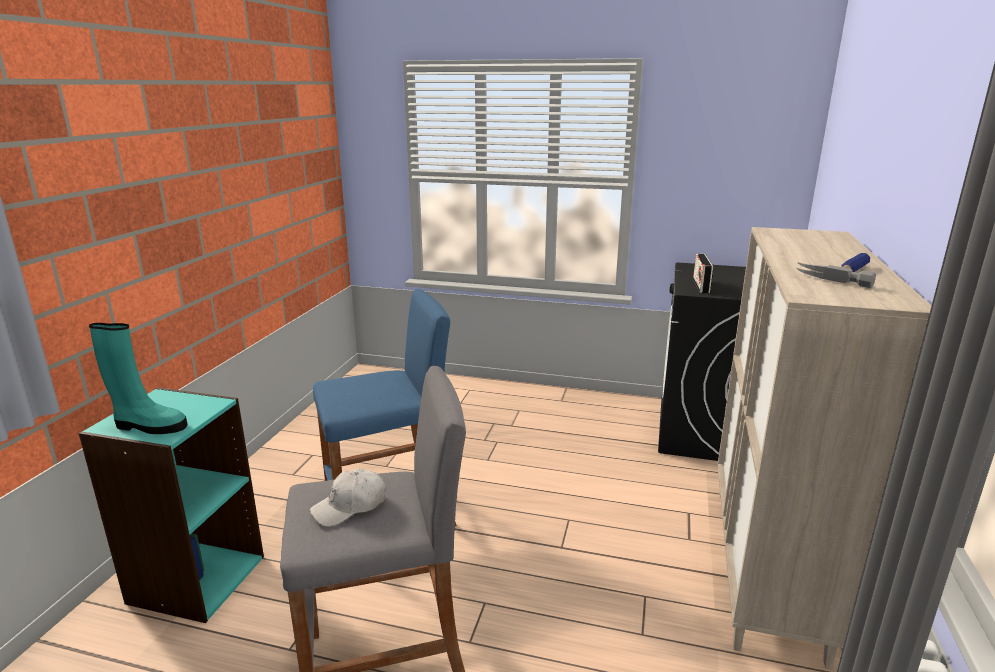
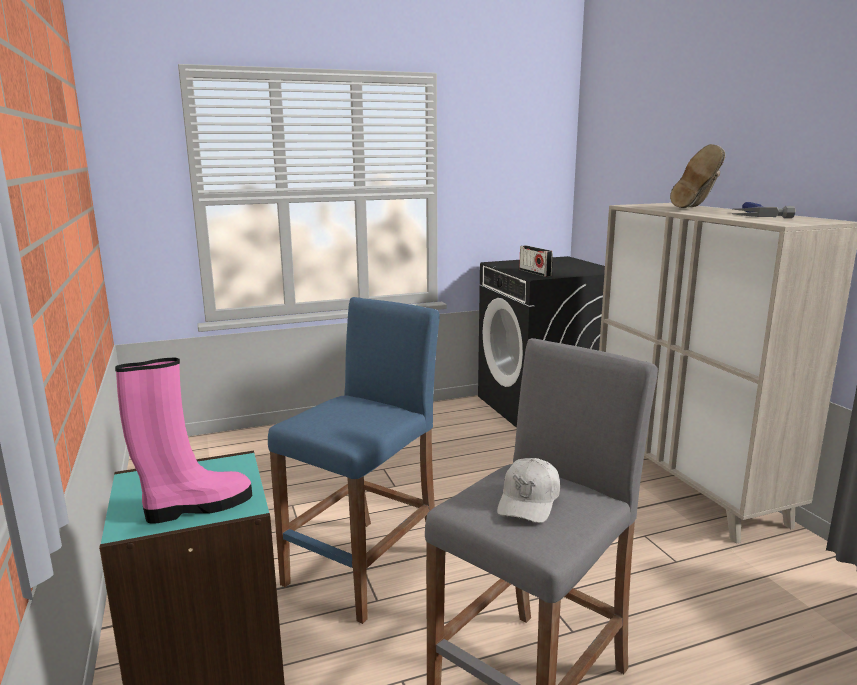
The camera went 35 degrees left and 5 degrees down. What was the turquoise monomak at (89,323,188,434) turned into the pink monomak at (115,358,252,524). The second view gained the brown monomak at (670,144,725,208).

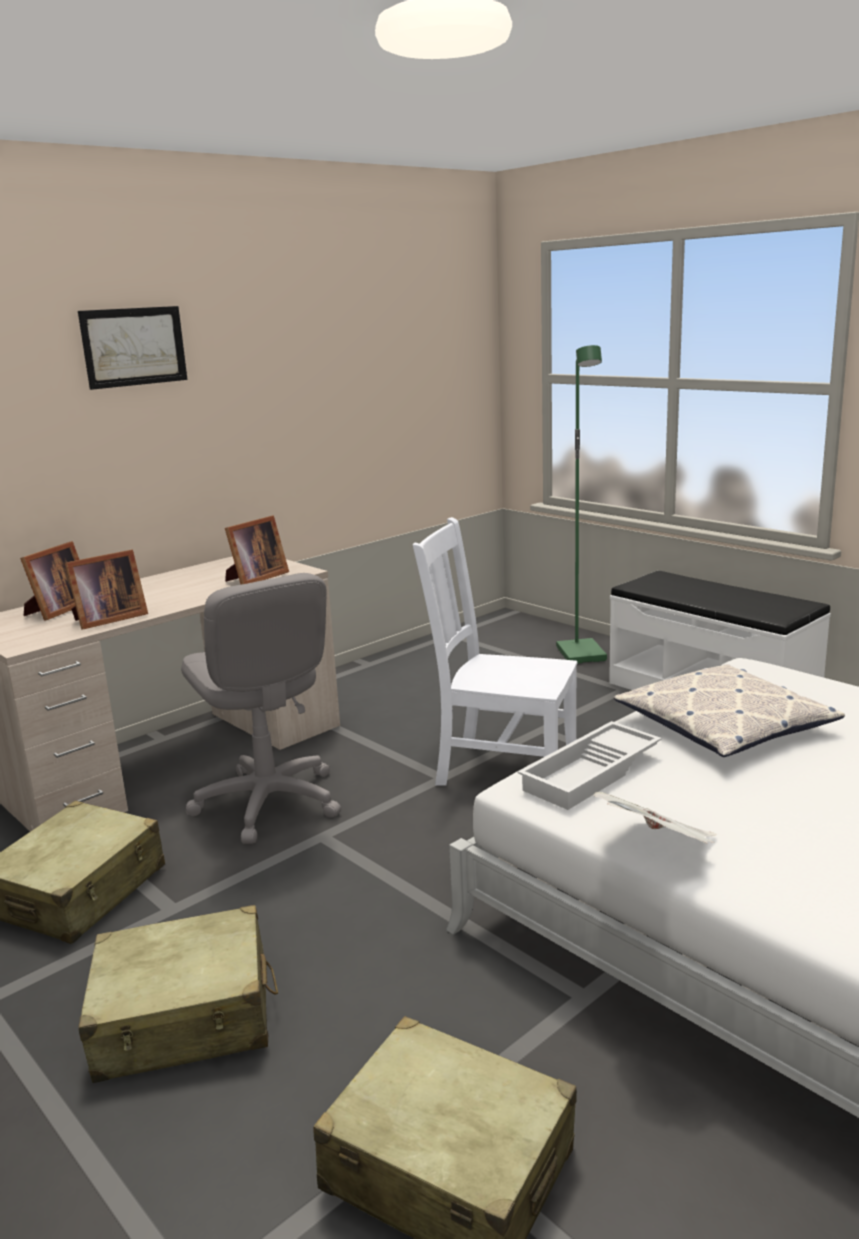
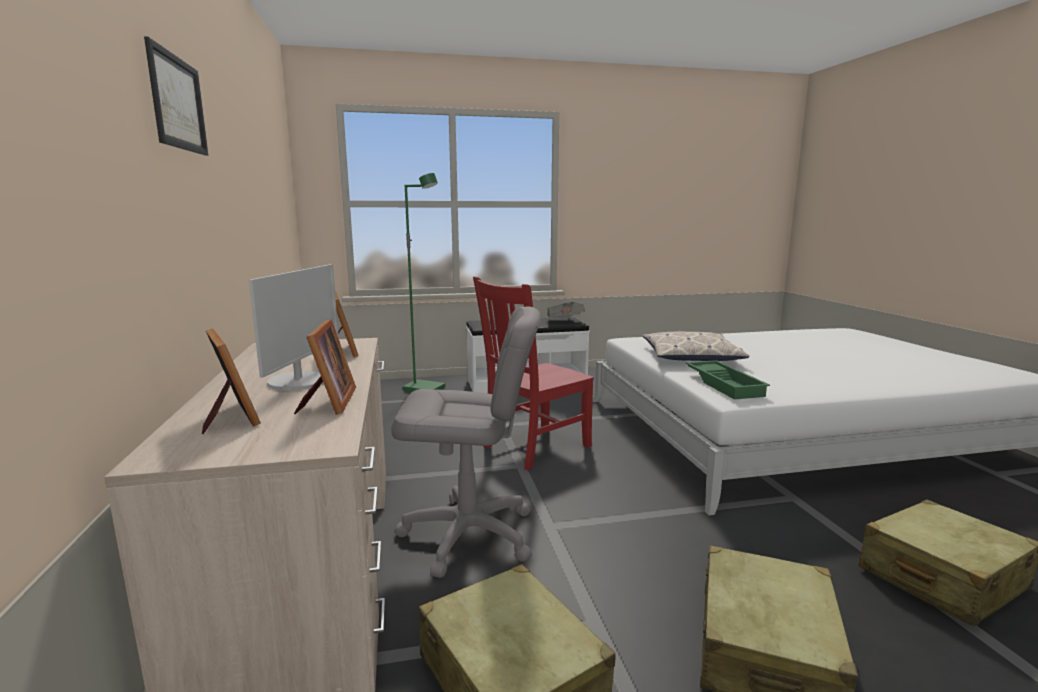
The camera went 60 degrees left and 5 degrees down. The second view gained the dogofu at (249,264,339,391). What was the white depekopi at (413,517,577,785) turned into the red depekopi at (473,277,594,470). The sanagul ended up elsewhere, having gone from (593,792,716,843) to (547,302,585,318). What was the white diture at (517,721,662,810) turned into the green diture at (686,360,770,399).

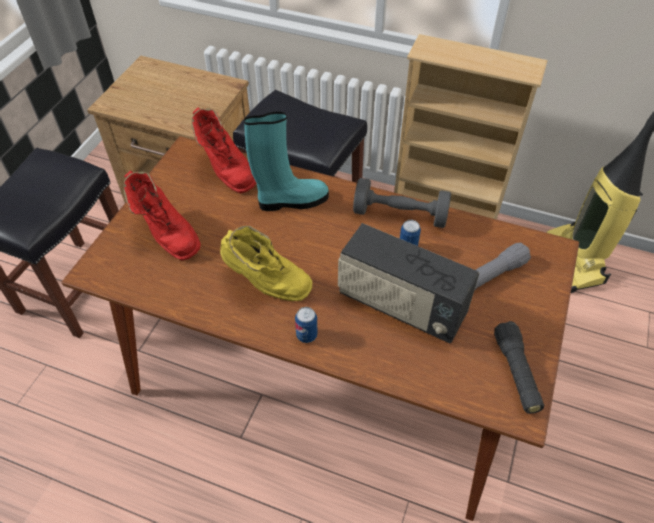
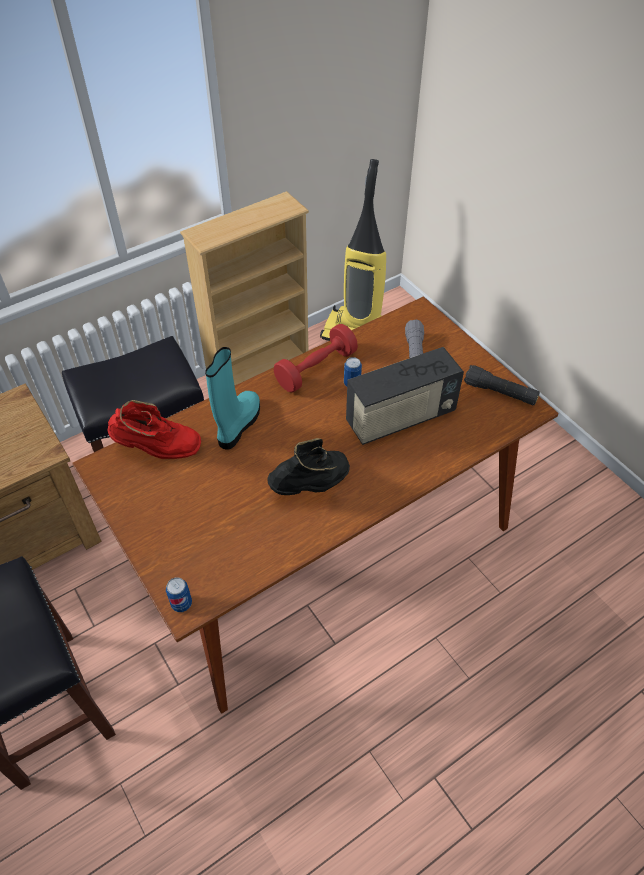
The camera went 55 degrees left and 0 degrees up. The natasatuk ended up elsewhere, having gone from (295,307,317,343) to (166,578,192,612). What was the yellow monomak at (220,226,312,301) turned into the black monomak at (267,438,350,495). What was the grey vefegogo at (353,178,451,228) turned into the red vefegogo at (274,324,358,393). The second view lost the red monomak at (124,170,201,261).

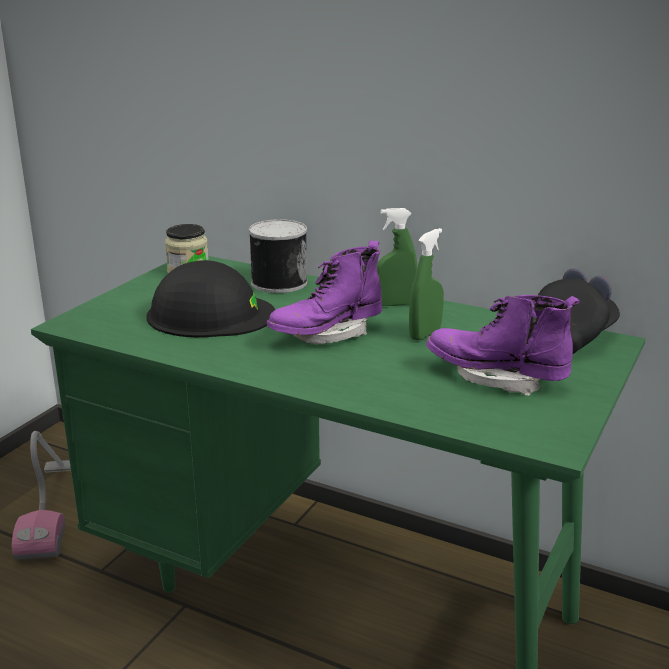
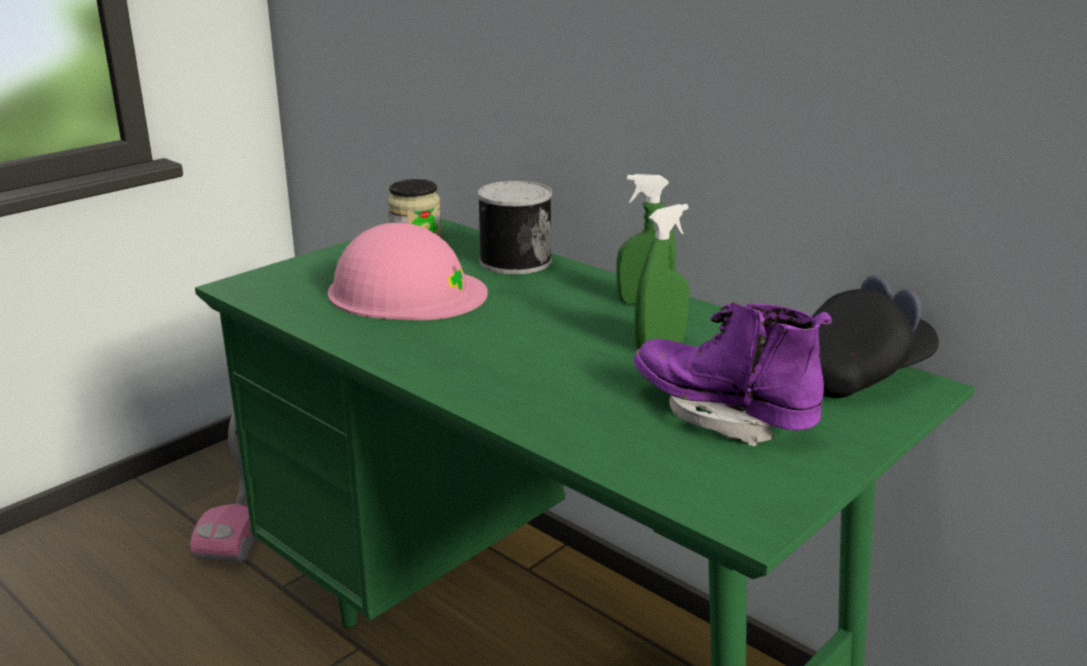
The camera went 15 degrees right and 0 degrees up. What was the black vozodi at (147,260,275,337) turned into the pink vozodi at (328,223,488,320). The second view lost the purple monomak at (267,241,382,344).

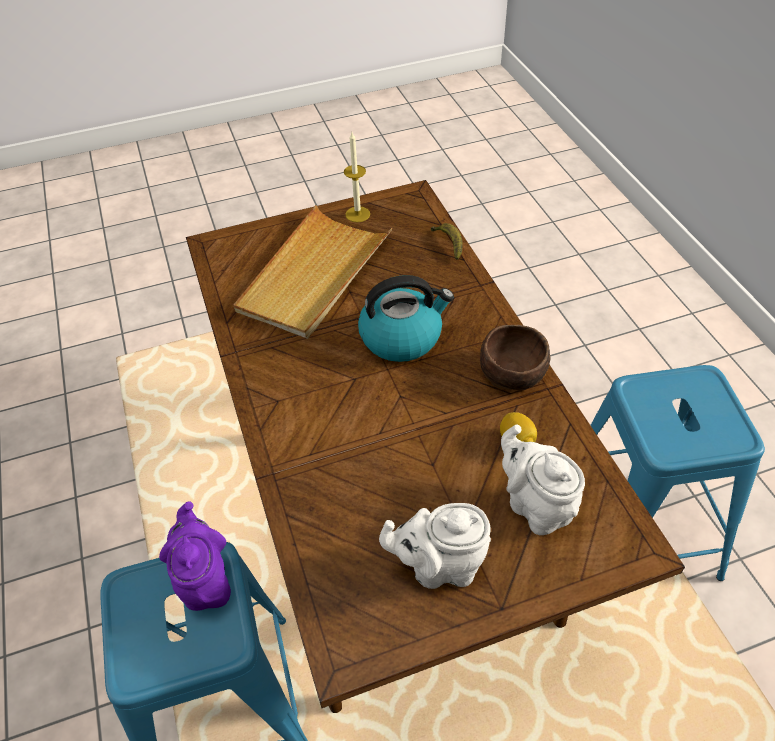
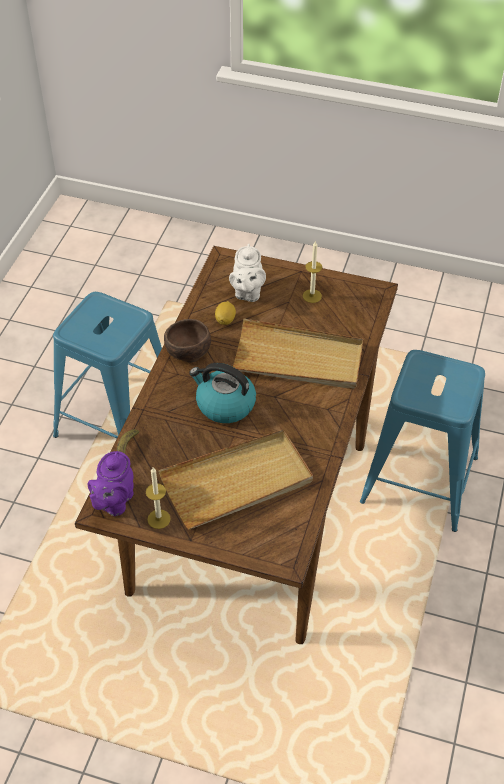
The camera went 145 degrees left and 0 degrees up. The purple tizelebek ended up elsewhere, having gone from (159,501,231,611) to (88,451,134,516). The second view gained the beige diture at (233,318,363,389). Where the white tizelebek stood at (379,503,491,589), the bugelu came to stand at (302,241,322,303).

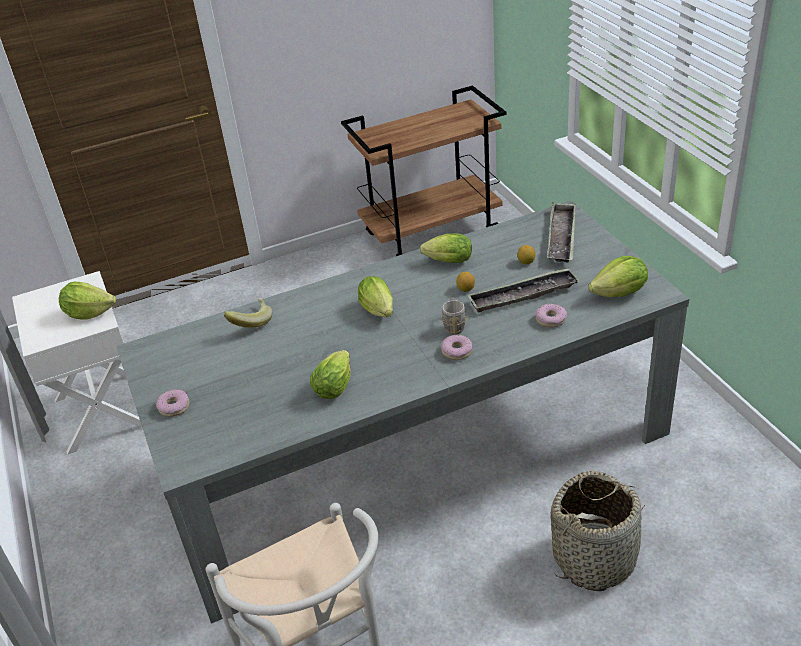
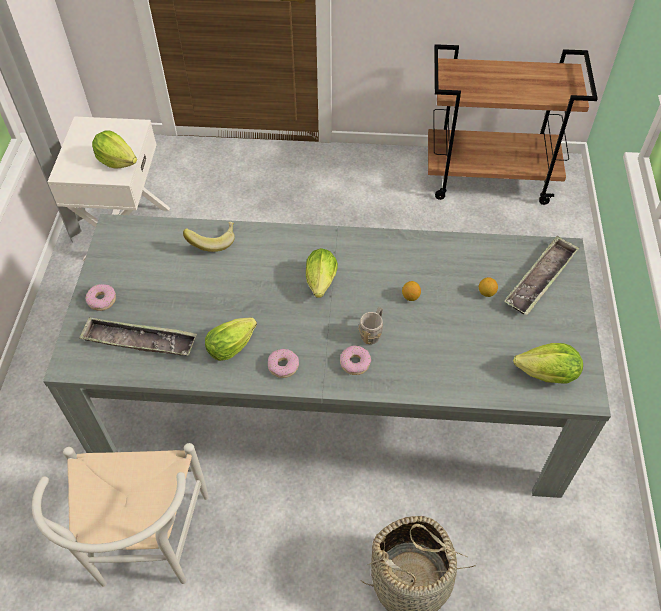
The camera went 25 degrees right and 15 degrees up. The diture ended up elsewhere, having gone from (467,268,580,313) to (79,317,197,356). The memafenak ended up elsewhere, having gone from (535,304,567,328) to (268,349,299,378). The second view lost the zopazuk at (420,234,472,263).

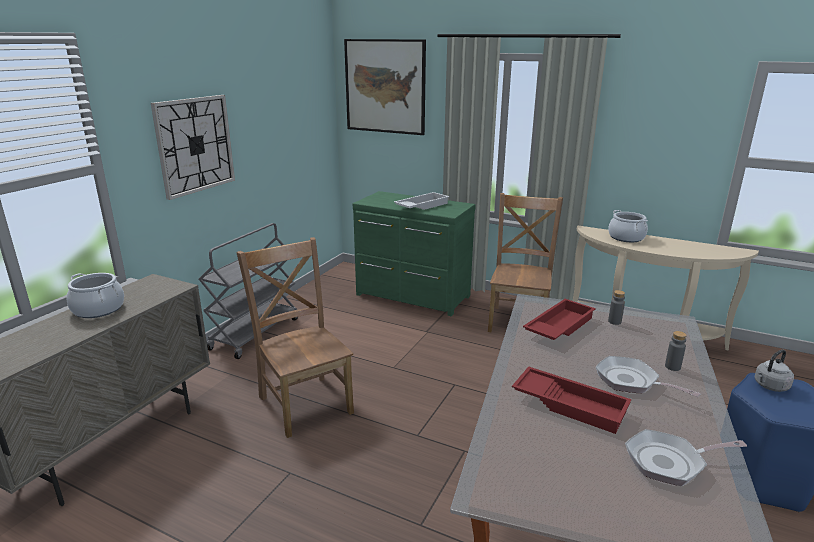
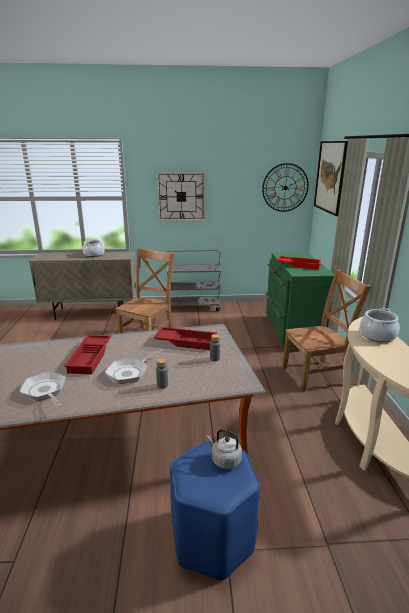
The camera went 60 degrees right and 0 degrees up. The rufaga at (595,356,700,397) ended up facing another way, 150 degrees counterclockwise from before. The second view gained the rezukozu at (262,163,309,212). What was the white diture at (394,192,449,210) turned into the red diture at (277,256,321,270).

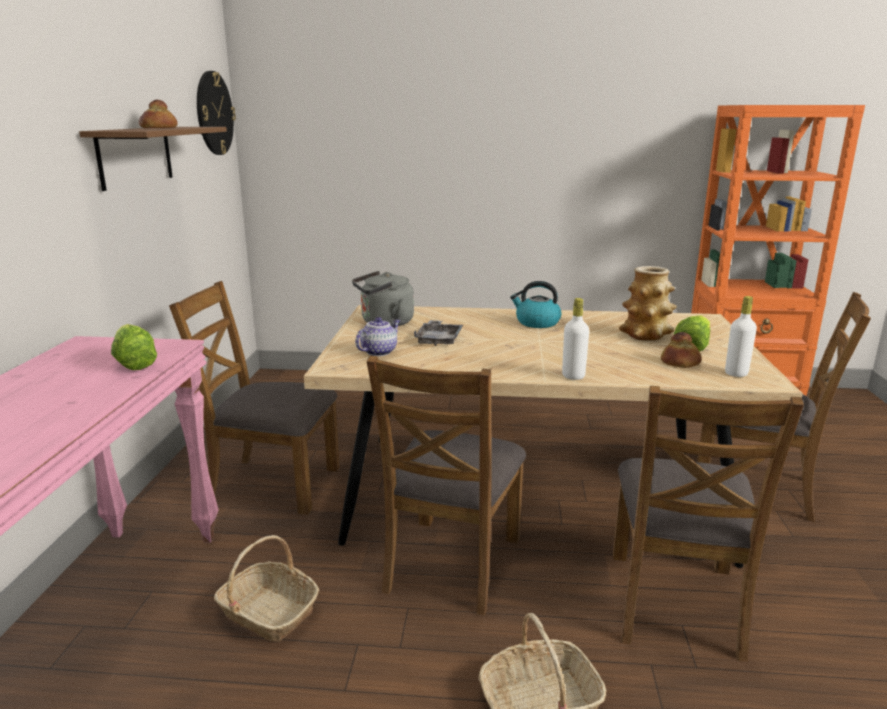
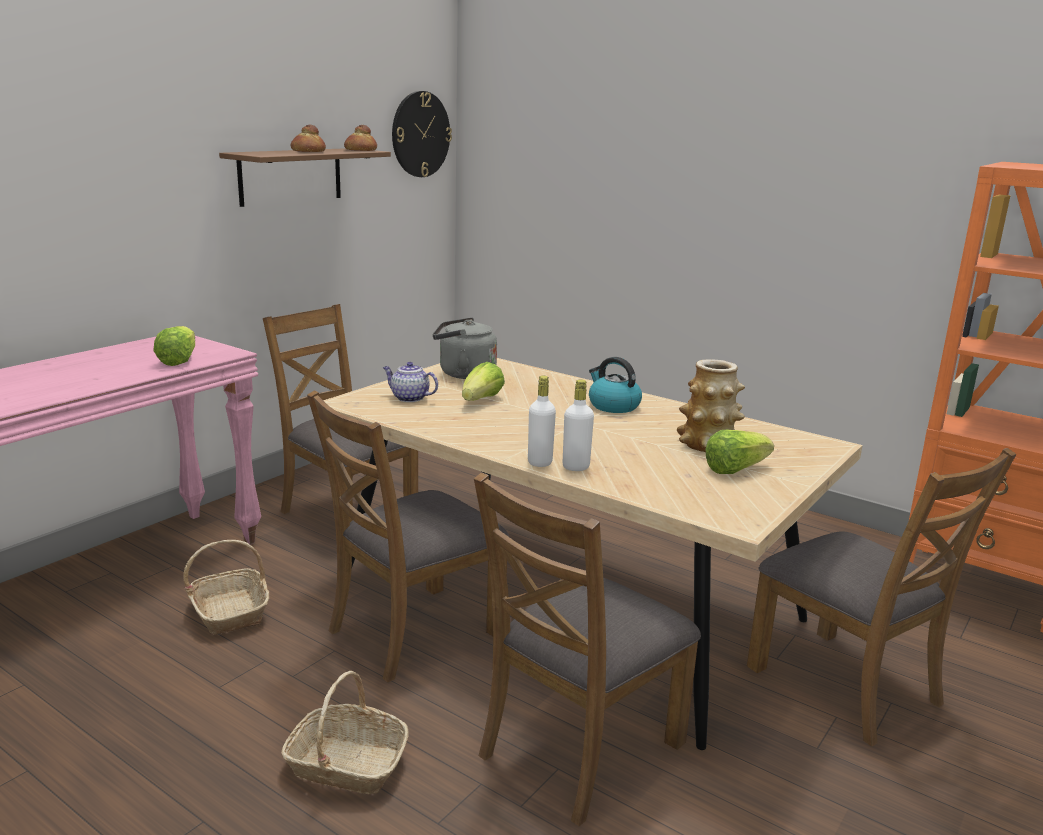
The camera went 30 degrees right and 0 degrees up. The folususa ended up elsewhere, having gone from (661,332,702,368) to (344,125,377,151). The tizelebek at (355,317,400,356) ended up facing another way, 135 degrees counterclockwise from before. Where the grey diture stood at (414,320,463,346), the zopazuk came to stand at (462,362,505,401). The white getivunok ended up elsewhere, having gone from (725,296,757,377) to (563,380,594,471).

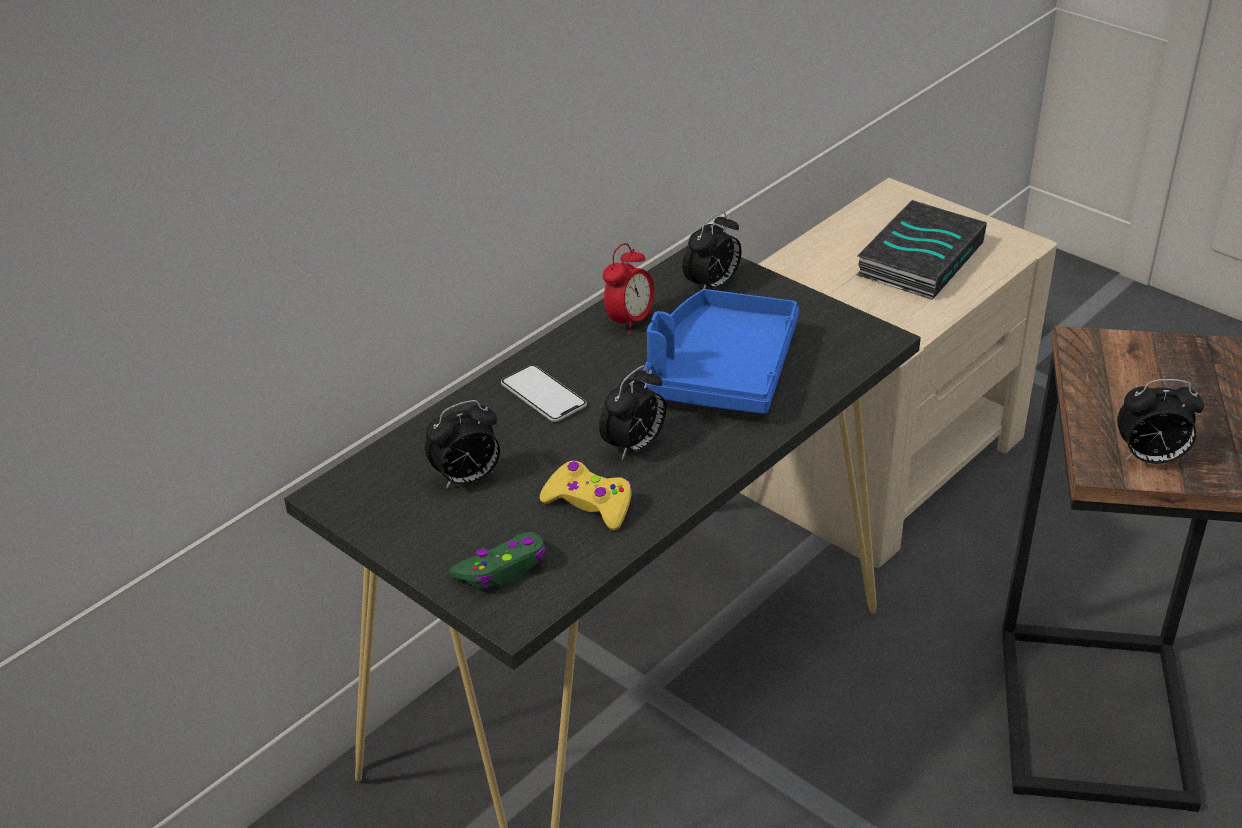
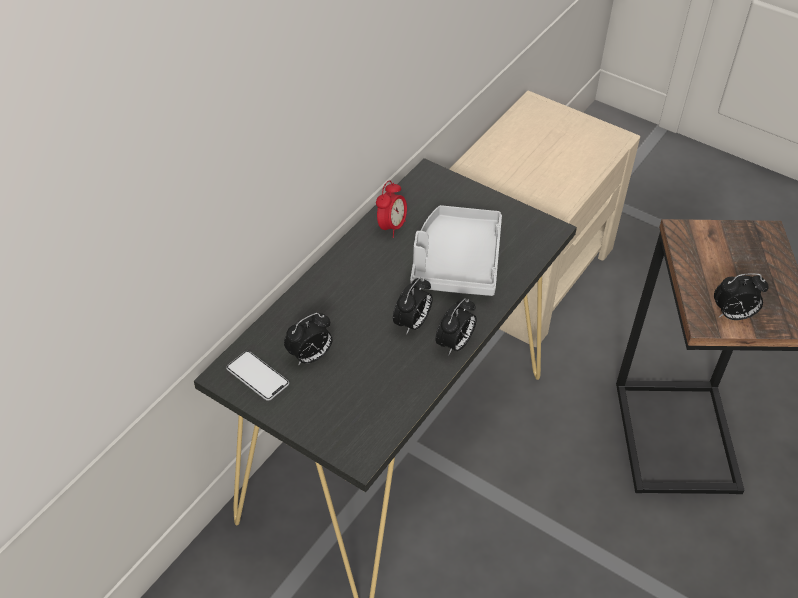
The camera went 10 degrees left and 10 degrees up. The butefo ended up elsewhere, having gone from (501,365,587,422) to (226,351,289,401). What was the blue diture at (639,289,799,414) turned into the grey diture at (410,205,502,296). The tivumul ended up elsewhere, having gone from (682,211,741,289) to (435,299,477,355). The second view lost the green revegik at (449,532,546,588). The second view lost the yellow revegik at (540,461,633,530). The second view lost the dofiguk at (856,200,987,300).

